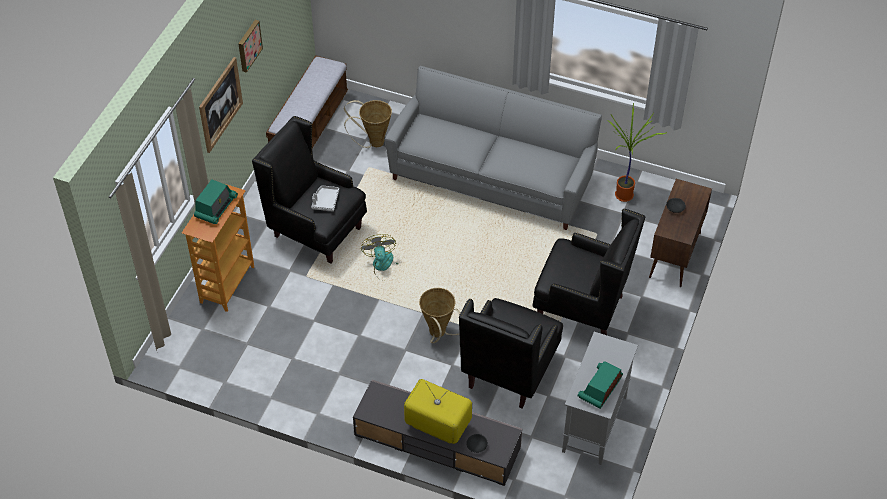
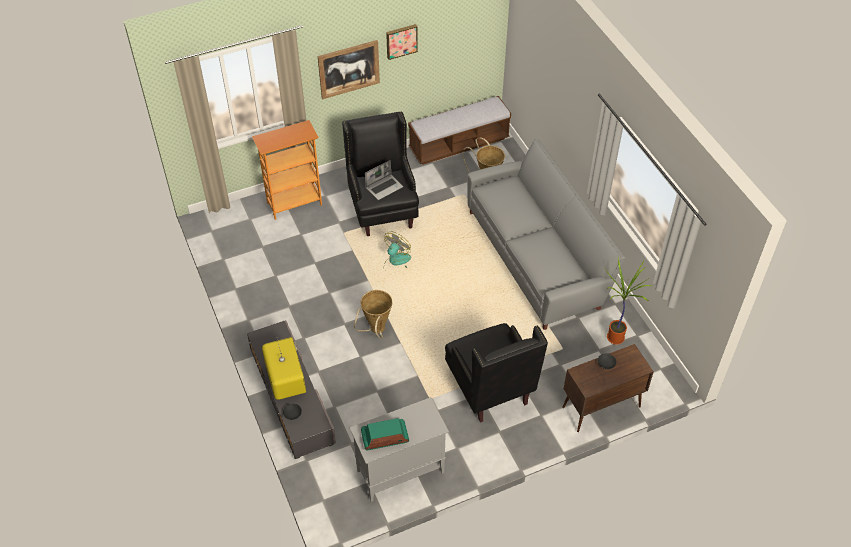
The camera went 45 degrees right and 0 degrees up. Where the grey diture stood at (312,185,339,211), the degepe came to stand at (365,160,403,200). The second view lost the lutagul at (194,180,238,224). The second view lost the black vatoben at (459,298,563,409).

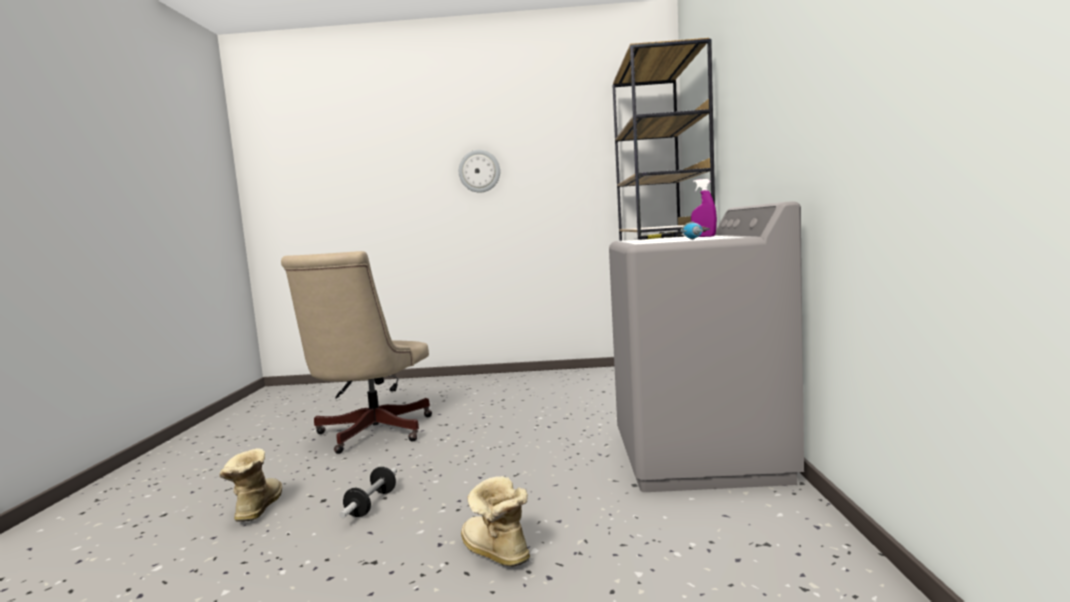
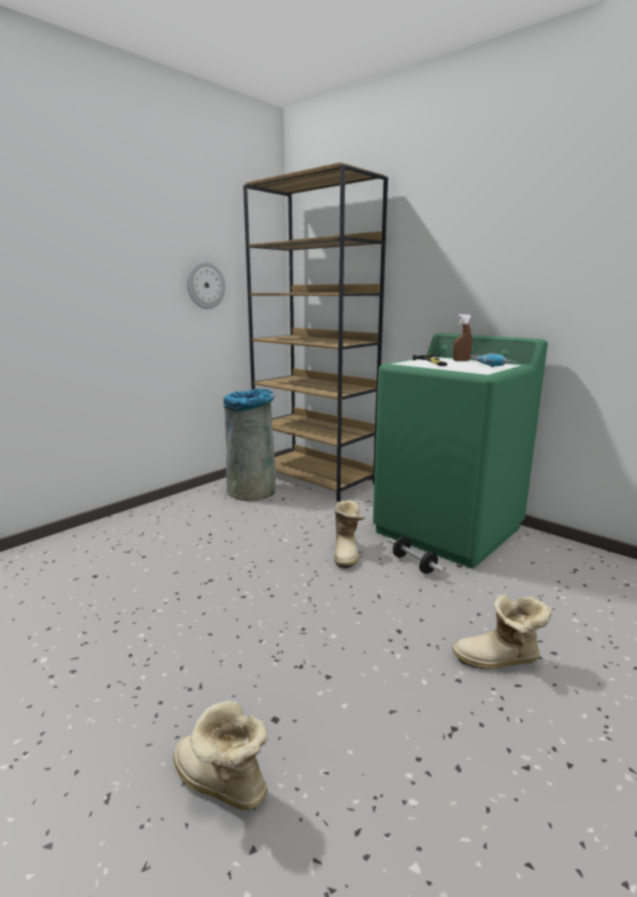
The camera went 50 degrees left and 10 degrees up. The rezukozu ended up elsewhere, having gone from (459,150,500,193) to (187,261,225,309). The second view gained the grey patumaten at (223,389,276,501). The second view gained the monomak at (334,500,365,568). What was the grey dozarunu at (609,201,804,492) turned into the green dozarunu at (373,333,548,568). The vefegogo ended up elsewhere, having gone from (339,467,397,518) to (388,536,445,574). What was the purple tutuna at (691,179,717,237) turned into the brown tutuna at (453,314,472,361). The second view lost the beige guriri at (281,251,432,454).

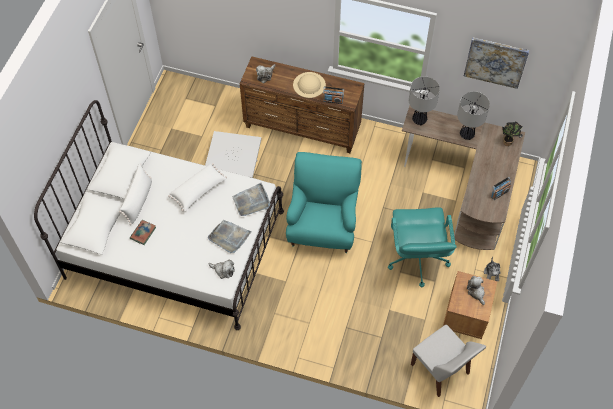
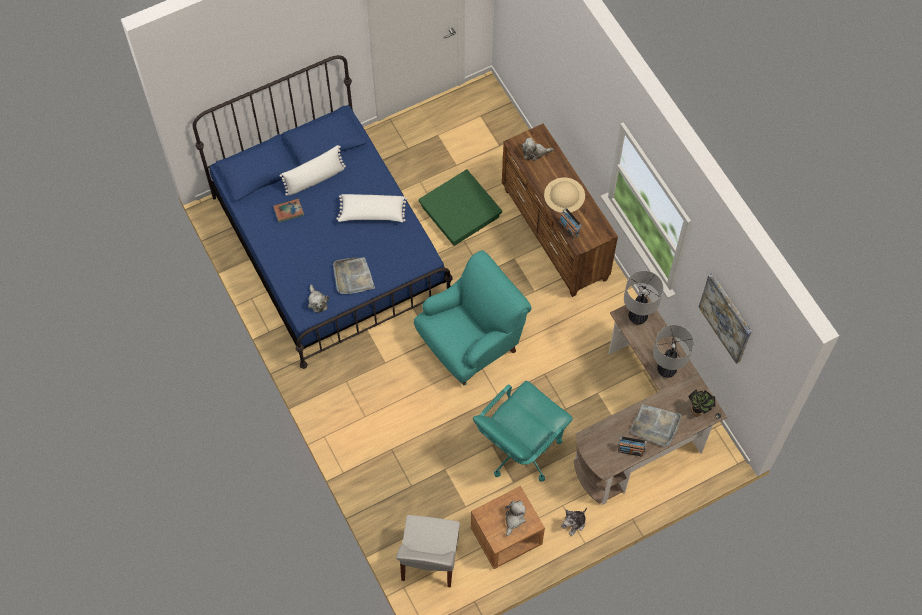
The camera went 45 degrees right and 5 degrees up. What was the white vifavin at (34,100,284,330) turned into the blue vifavin at (192,55,453,369). What was the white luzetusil at (205,131,261,178) turned into the green luzetusil at (418,169,502,246). The grey diture ended up elsewhere, having gone from (232,183,270,216) to (631,404,682,447).

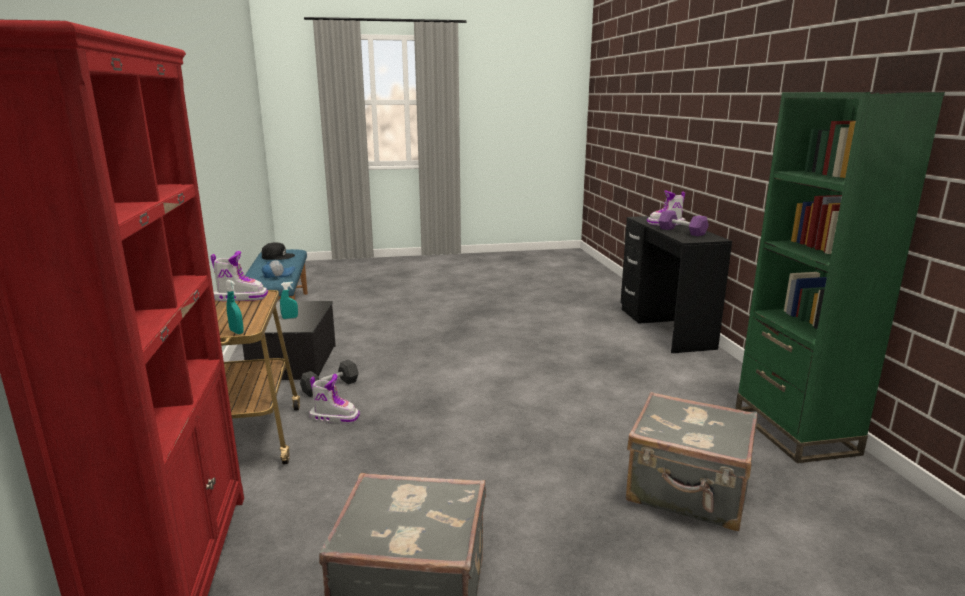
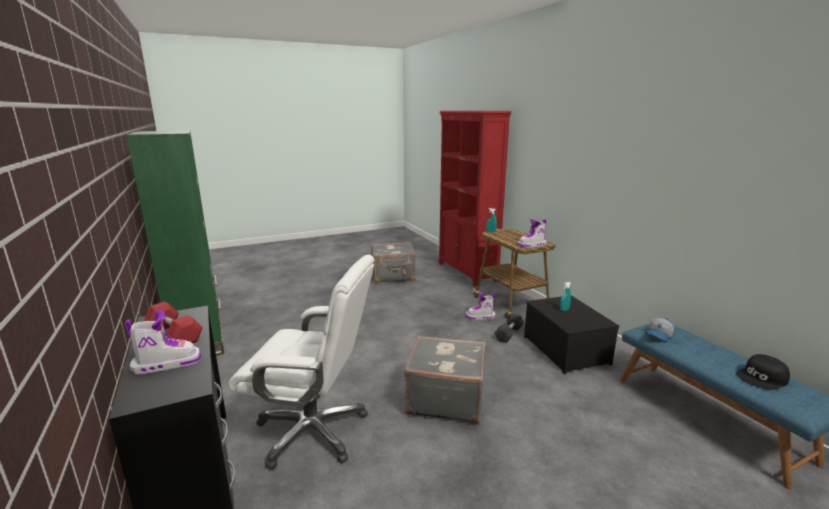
The camera went 165 degrees right and 0 degrees up. What was the purple vefegogo at (658,210,709,236) turned into the red vefegogo at (144,301,203,343). The second view gained the white guriri at (228,254,375,470). The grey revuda ended up elsewhere, having gone from (626,392,758,531) to (404,336,486,424).

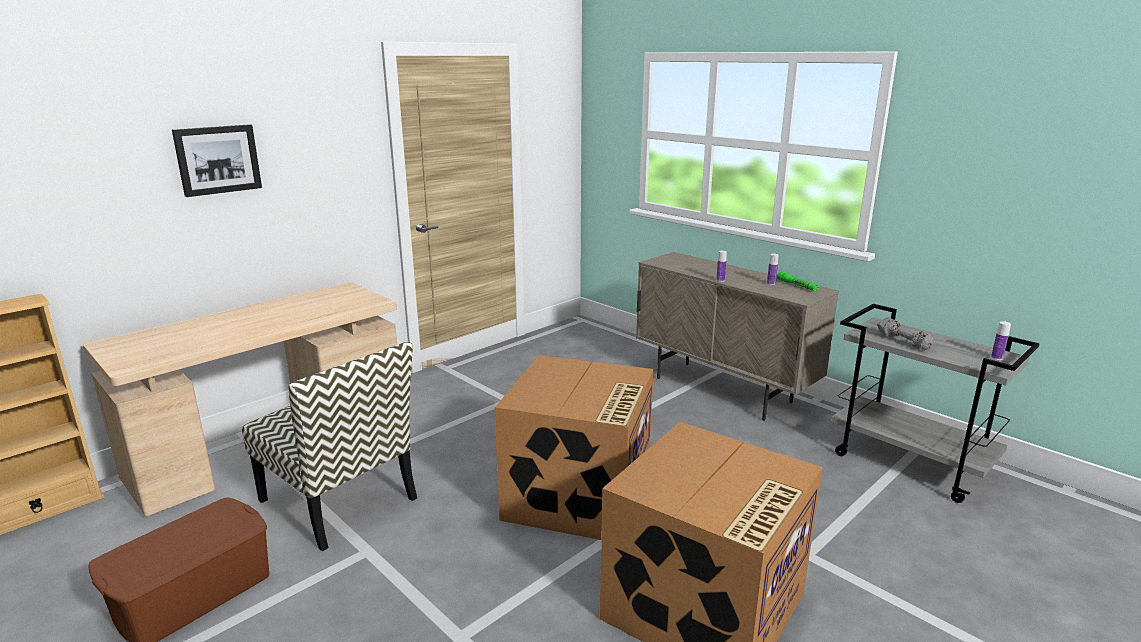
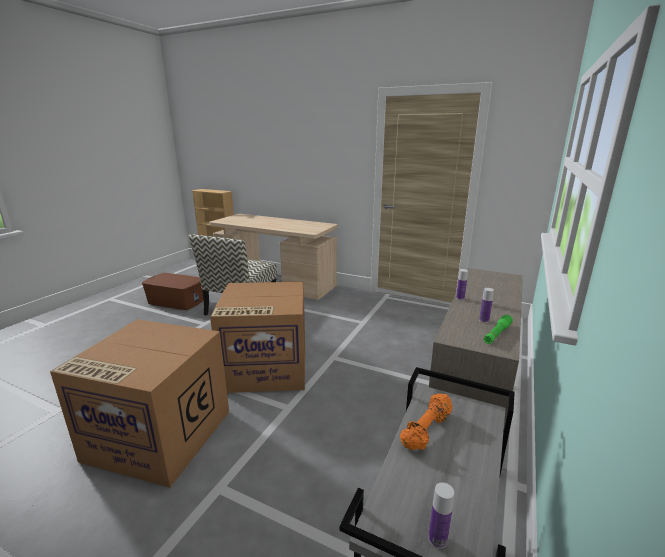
The camera went 70 degrees right and 0 degrees up. What was the grey vefegogo at (877,317,933,350) turned into the orange vefegogo at (400,394,452,450). The second view lost the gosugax at (172,124,262,197).

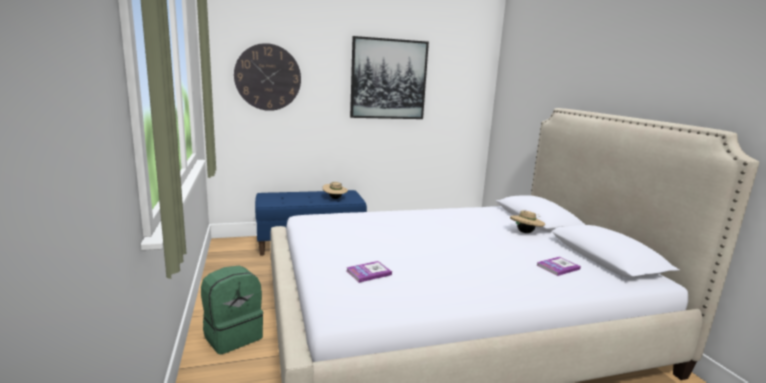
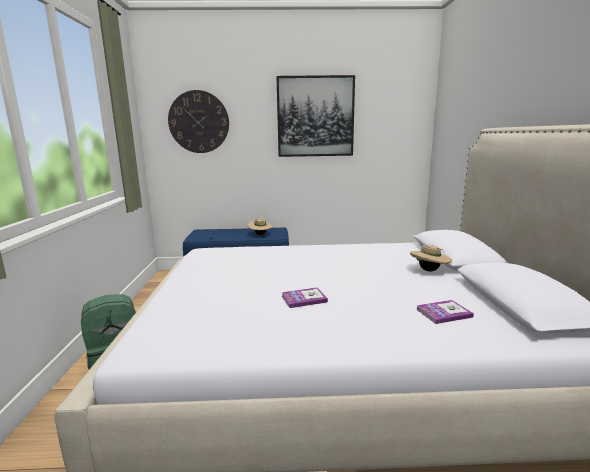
The camera went 15 degrees right and 0 degrees up. The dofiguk ended up elsewhere, having gone from (346,261,392,283) to (282,287,328,308).

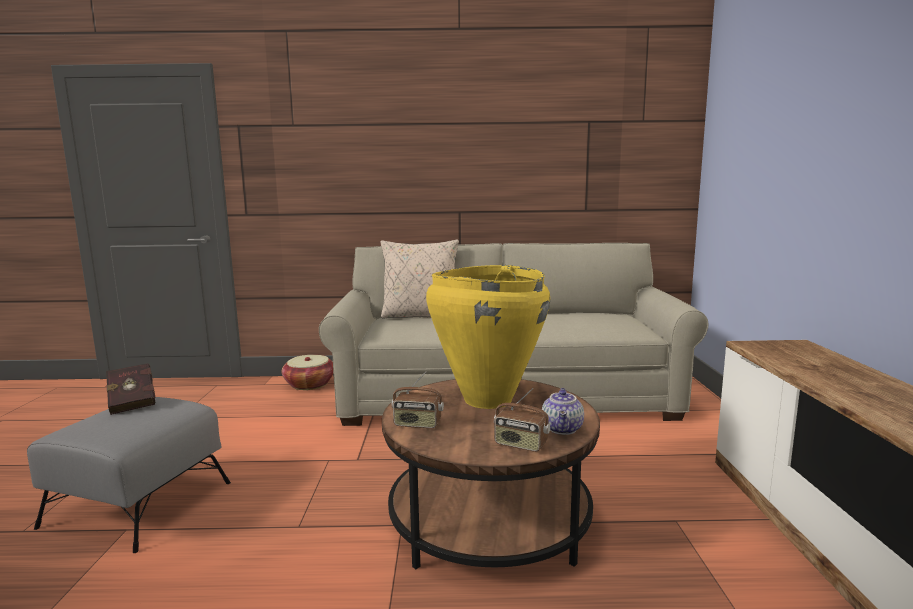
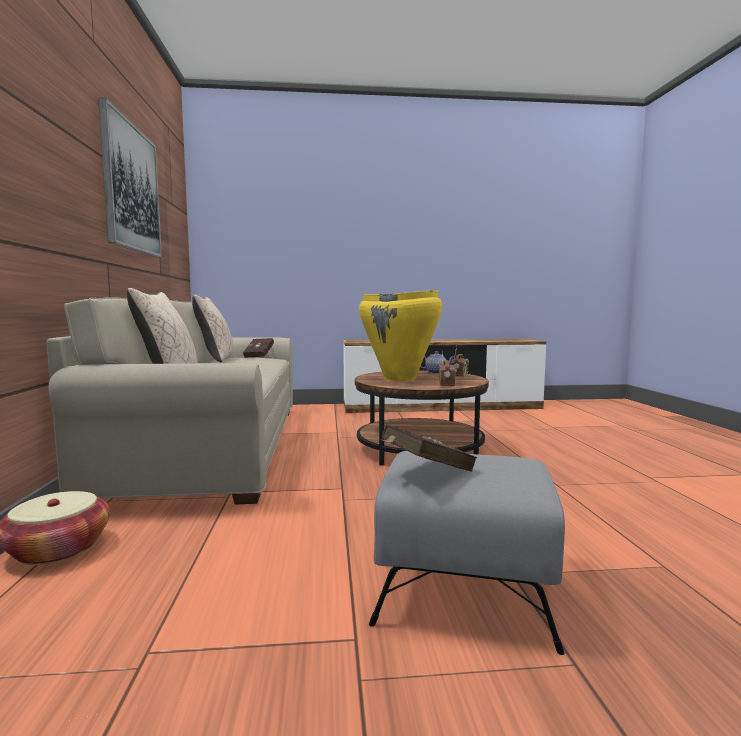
The camera went 95 degrees left and 5 degrees down. The second view gained the gosugax at (98,97,162,257). The second view gained the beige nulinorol at (192,295,234,362). The second view gained the red dofiguk at (243,338,274,358).

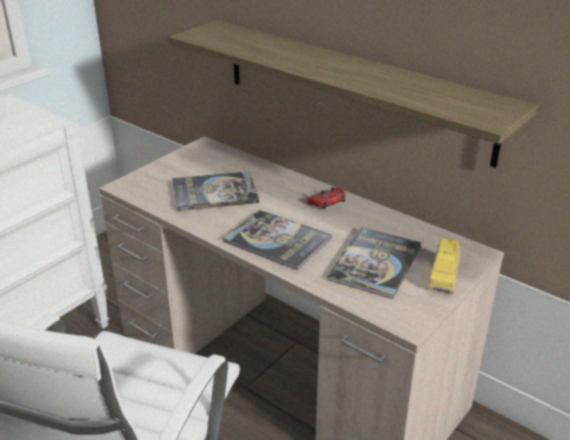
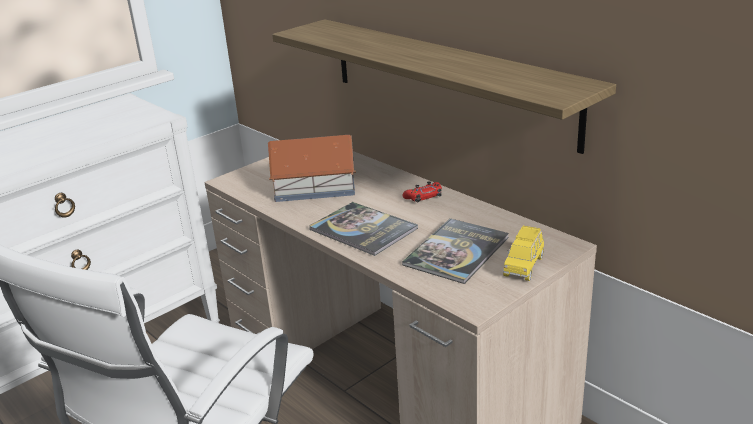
The camera went 10 degrees right and 5 degrees down. Where the dofiguk stood at (172,171,259,211), the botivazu came to stand at (268,135,356,202).

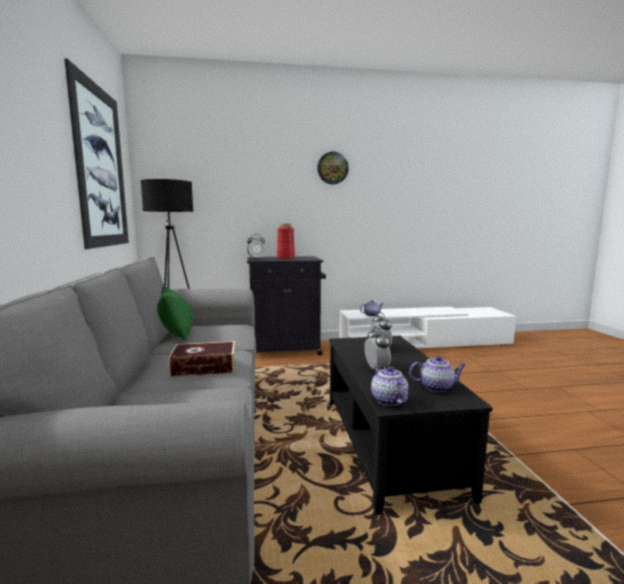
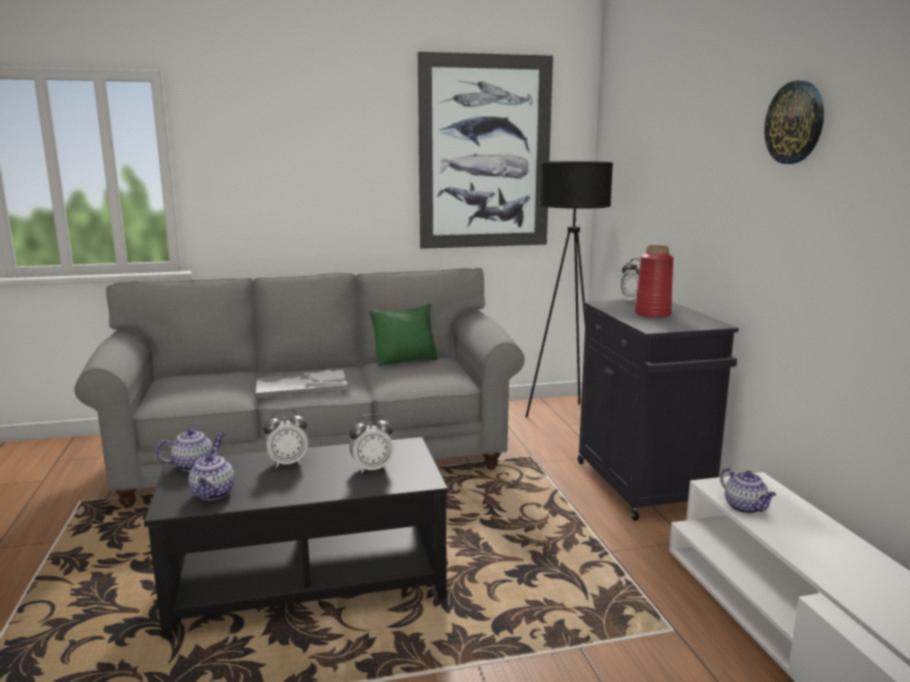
The camera went 85 degrees right and 5 degrees up. Where the dofiguk stood at (168,341,236,377), the diture came to stand at (255,368,350,398).

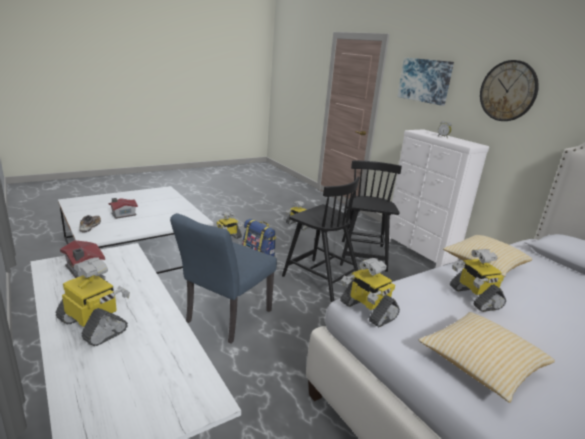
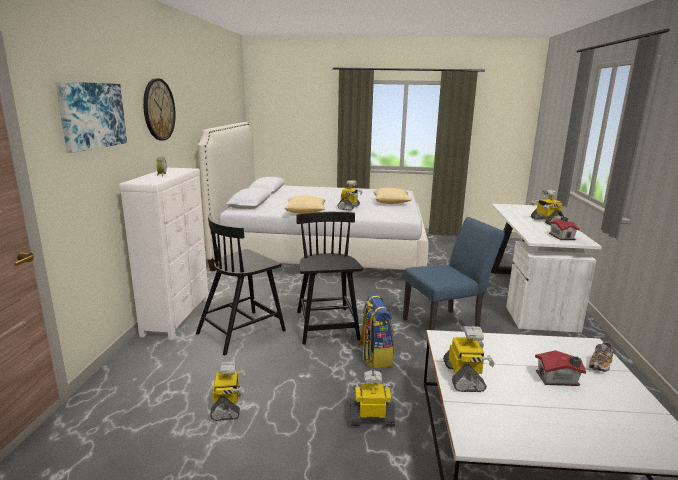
The camera went 140 degrees left and 5 degrees down. The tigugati ended up elsewhere, having gone from (340,258,400,327) to (443,326,495,392).

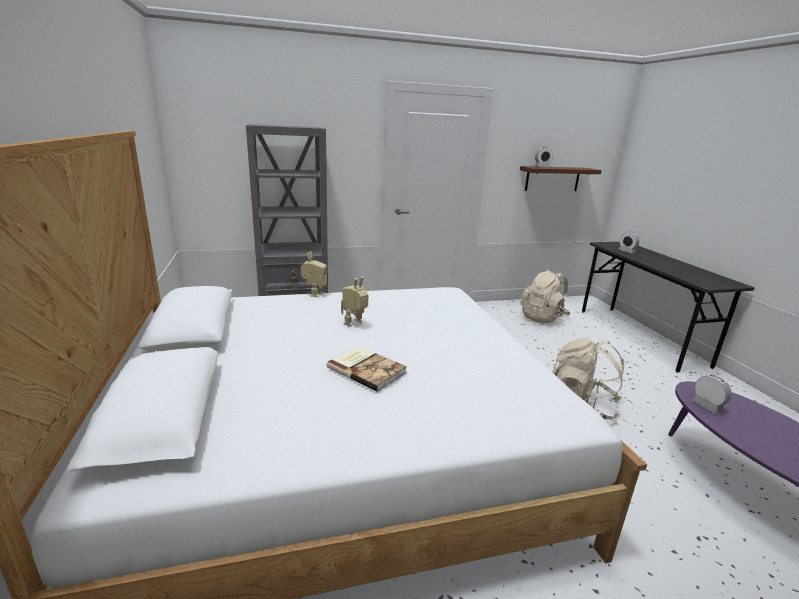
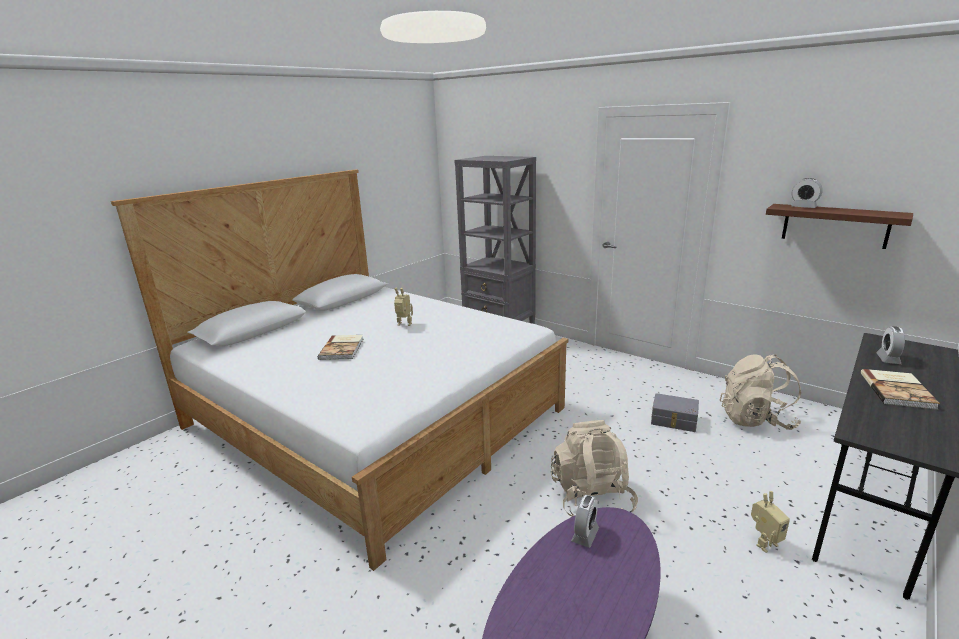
The camera went 55 degrees right and 0 degrees up. The second view gained the grey luzetusil at (651,393,699,432). The tigugati ended up elsewhere, having gone from (301,251,327,298) to (751,491,790,553). The second view gained the dofiguk at (861,369,940,410).

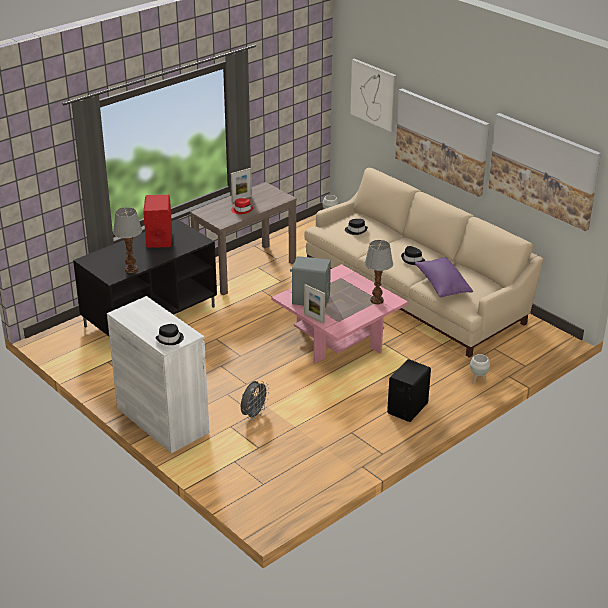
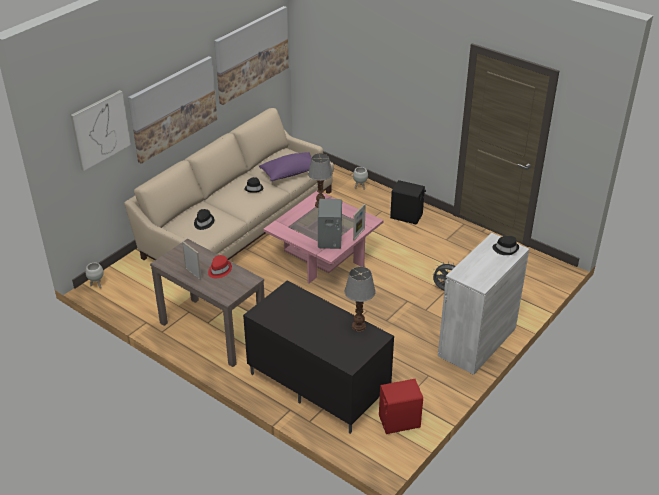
The camera went 100 degrees left and 5 degrees up. The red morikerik ended up elsewhere, having gone from (143,195,172,248) to (379,379,423,434).

